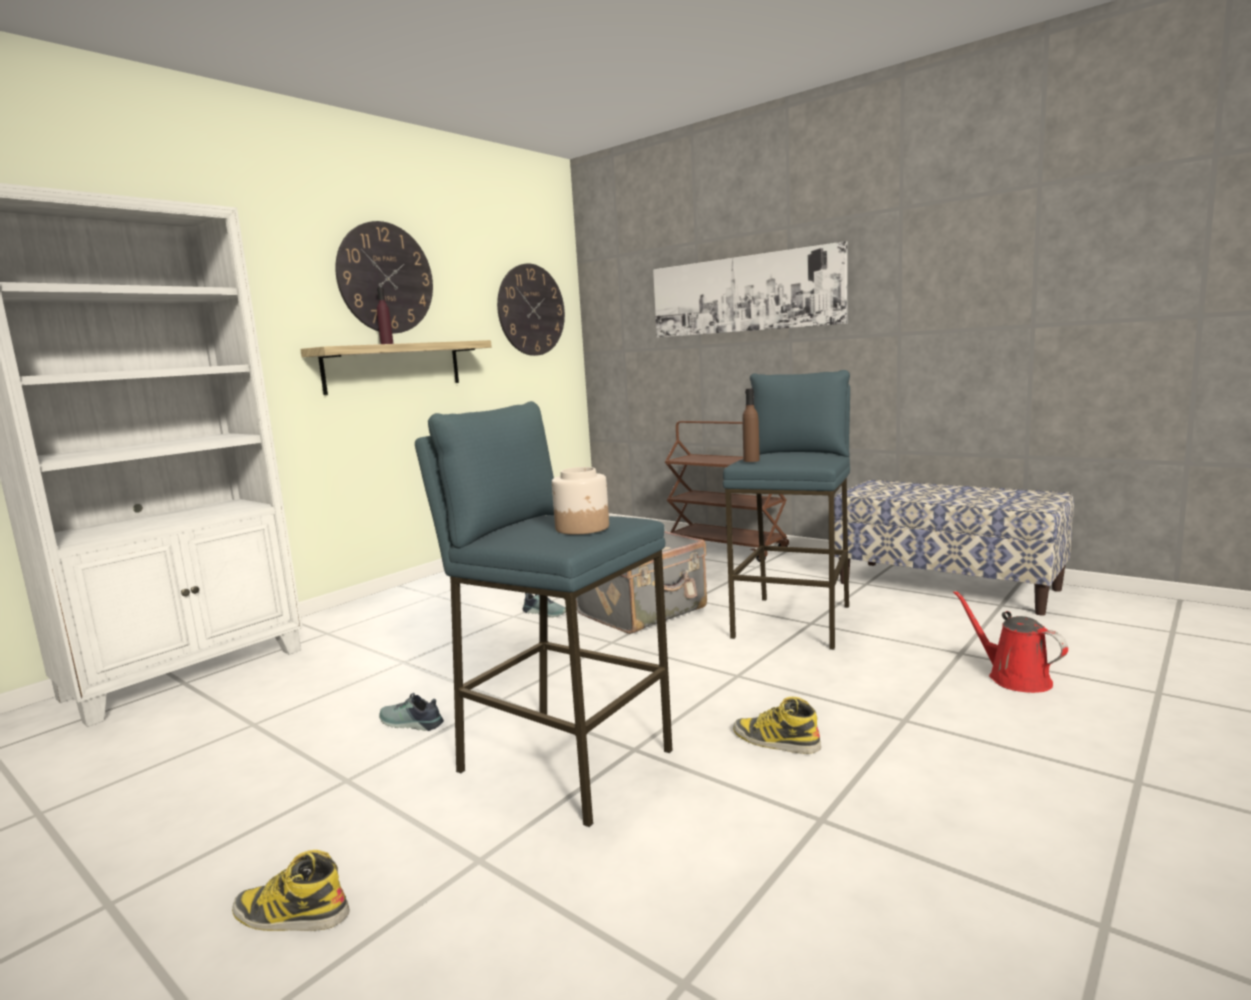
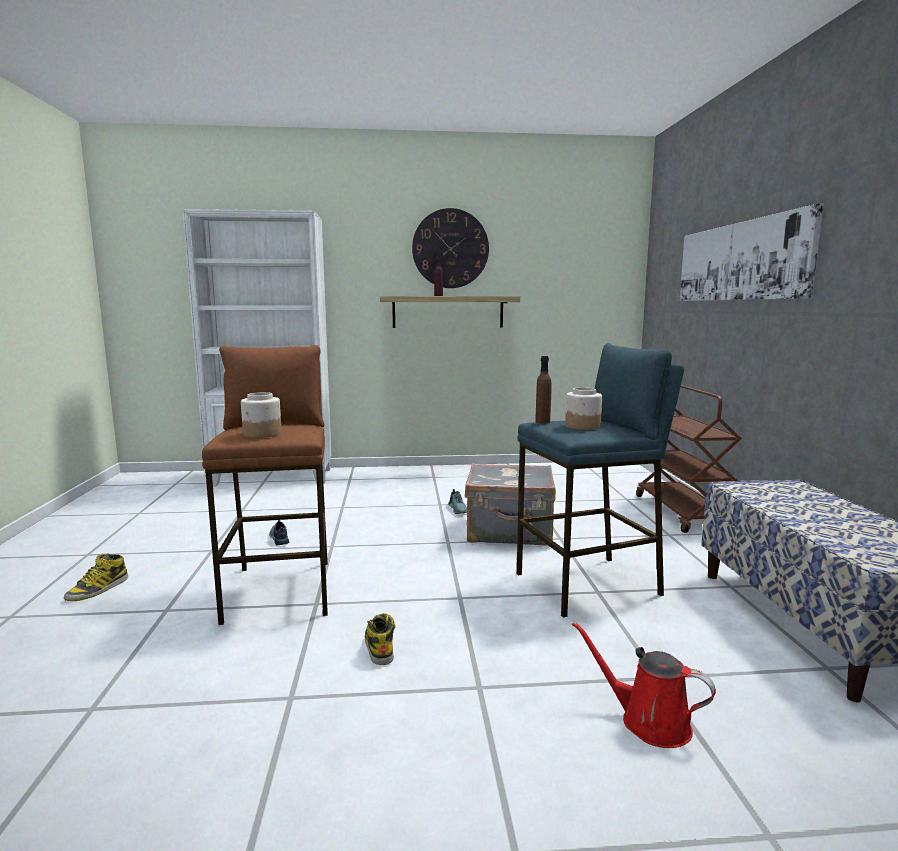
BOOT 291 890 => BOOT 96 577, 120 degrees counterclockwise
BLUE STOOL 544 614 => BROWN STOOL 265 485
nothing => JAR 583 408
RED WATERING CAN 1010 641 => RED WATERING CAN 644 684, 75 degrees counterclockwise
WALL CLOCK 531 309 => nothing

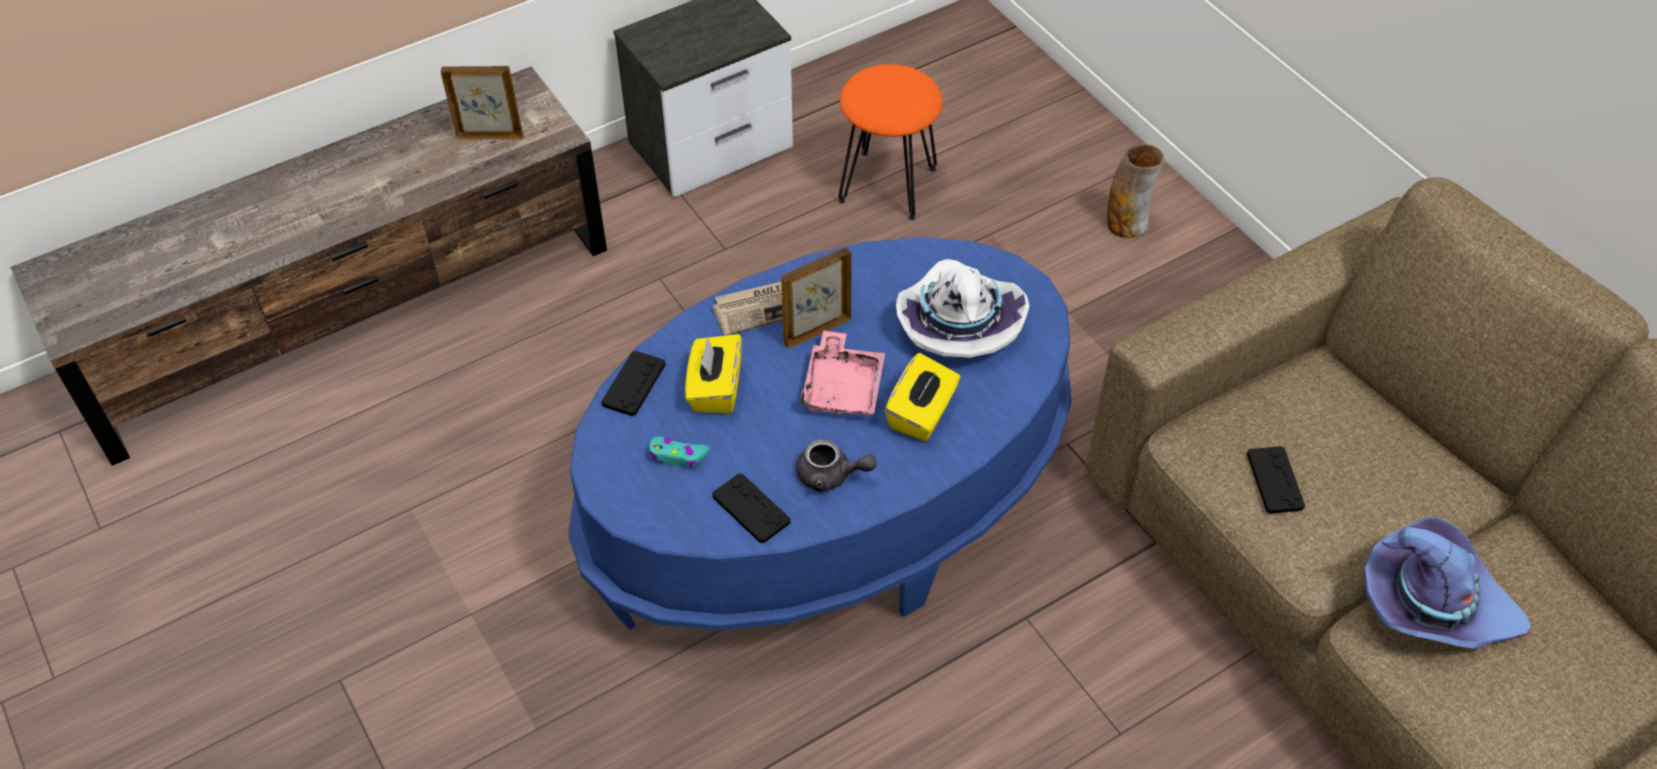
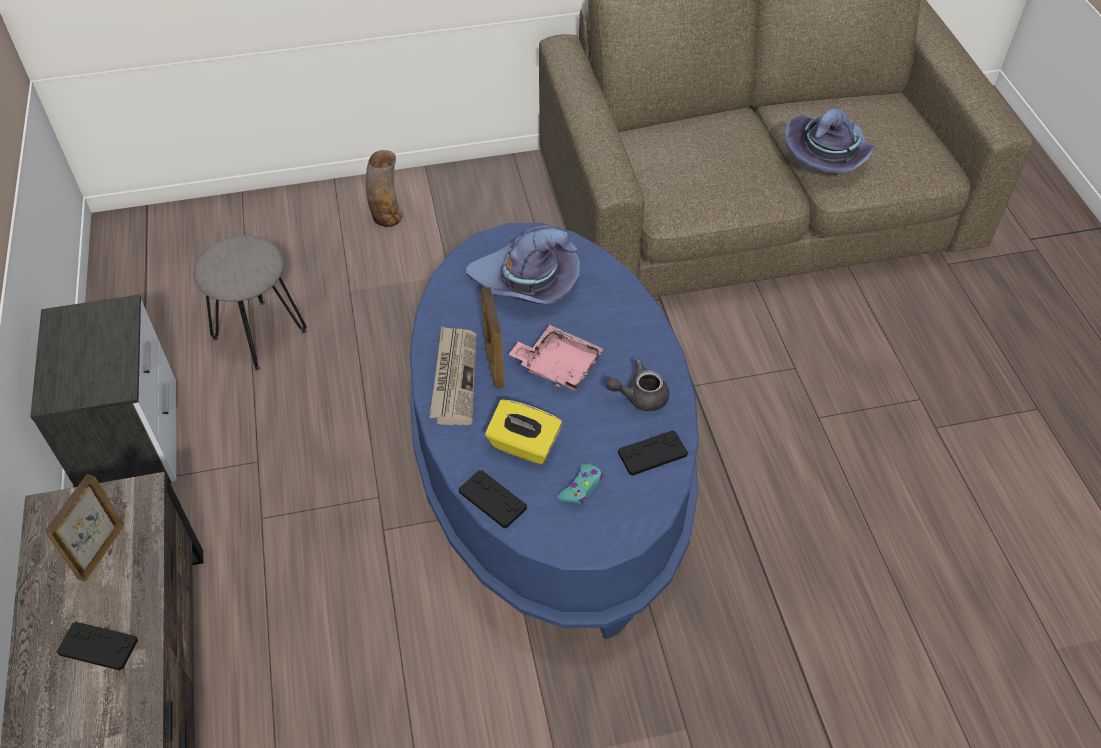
BLACK GAME CONTROLLER 1276 480 => BLACK GAME CONTROLLER 97 646, move
ORANGE STOOL 890 142 => GREY STOOL 250 303
WHITE HAT 963 308 => PURPLE HAT 523 265
GREY TEAPOT 836 466 => GREY TEAPOT 637 385, 135 degrees counterclockwise
YELLOW TISSUE BOX 922 397 => nothing

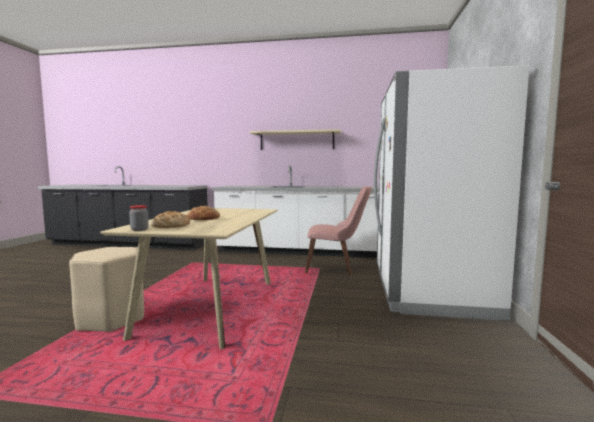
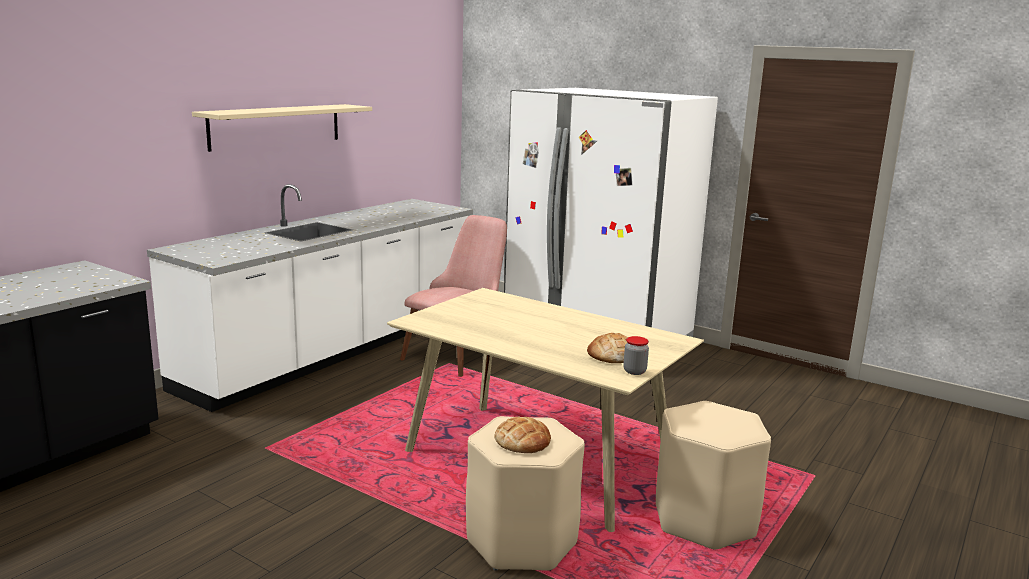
BREAD 203 213 => BREAD 522 435, move
nothing => BEIGE STOOL 713 475

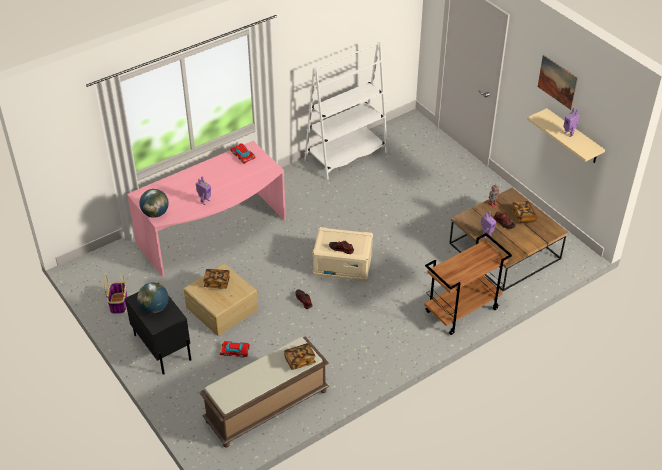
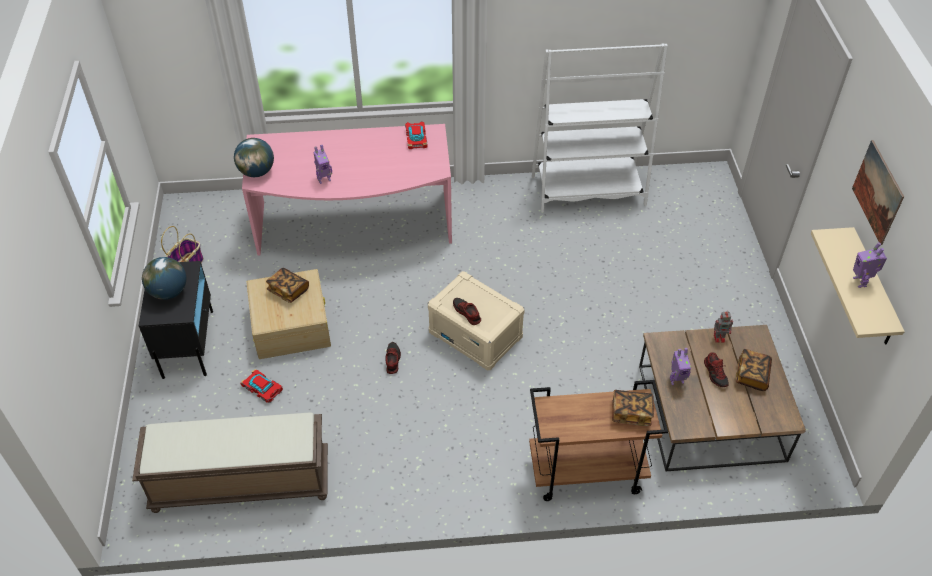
BOOK 300 356 => BOOK 633 408, move

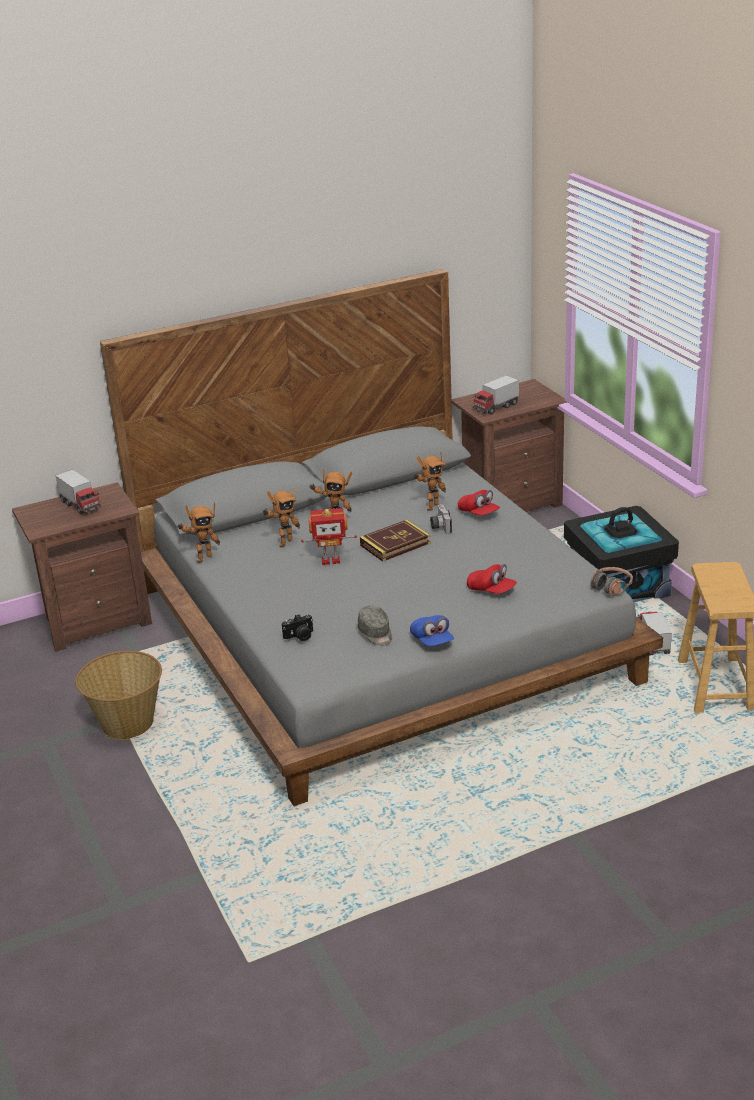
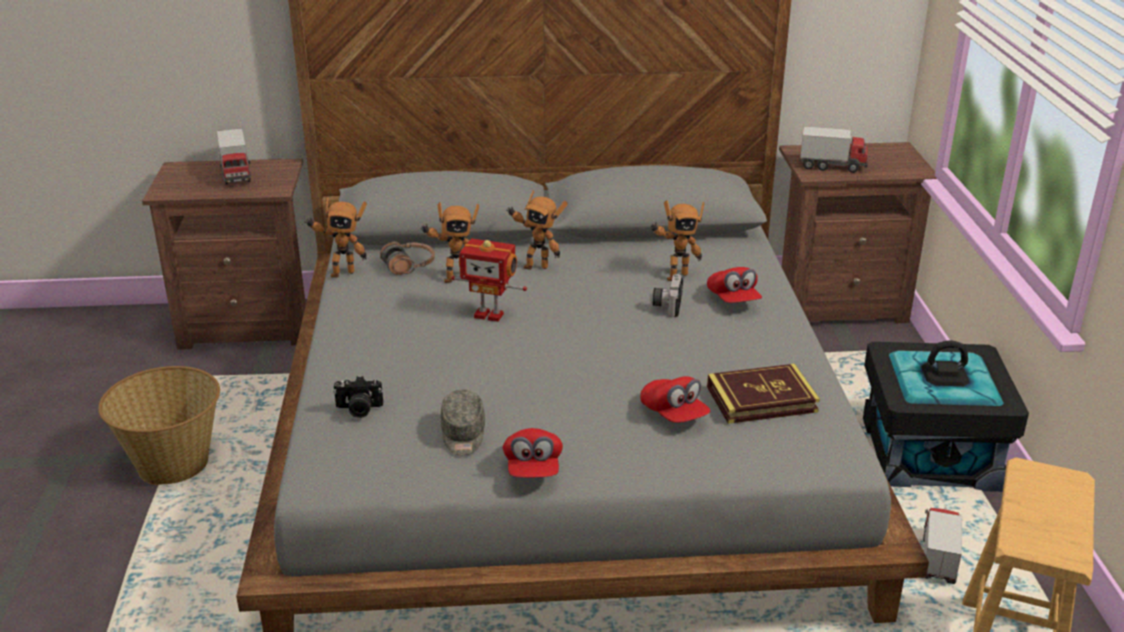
HEADPHONES 612 581 => HEADPHONES 407 258, move
BLUE CAP 432 630 => RED CAP 533 453
BOOK 395 541 => BOOK 763 394, move
TOY TRUCK 496 395 => TOY TRUCK 834 149, 150 degrees counterclockwise

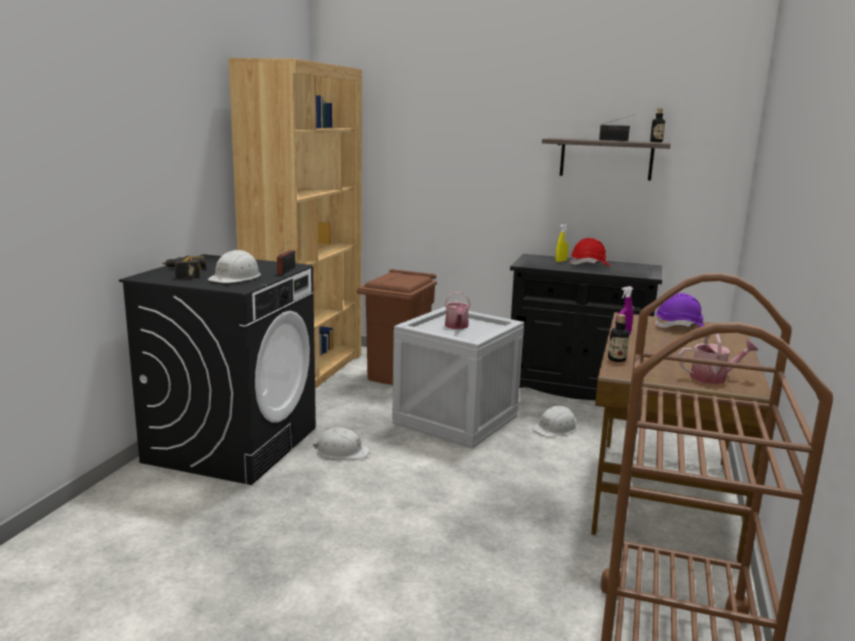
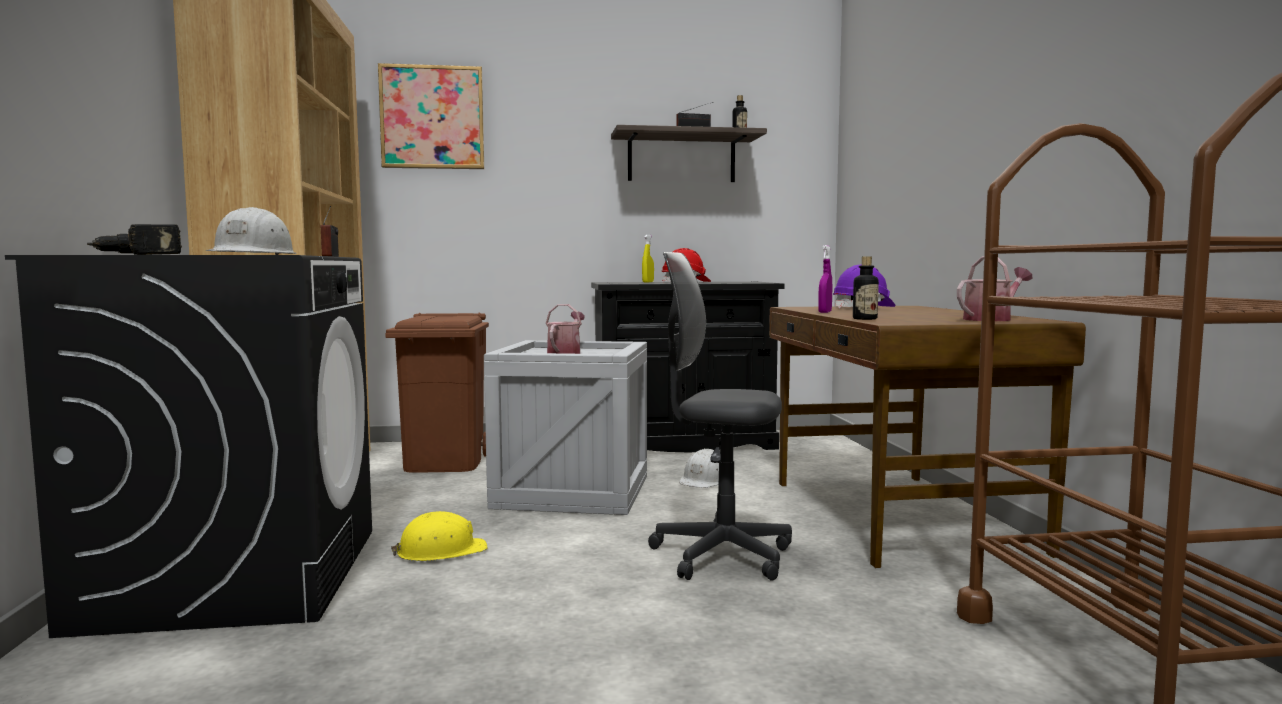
nothing => PICTURE 431 116
WHITE HARD HAT 341 443 => YELLOW HARD HAT 439 536
WATERING CAN 457 310 => WATERING CAN 565 329, 135 degrees counterclockwise
nothing => GREY OFFICE CHAIR 720 416

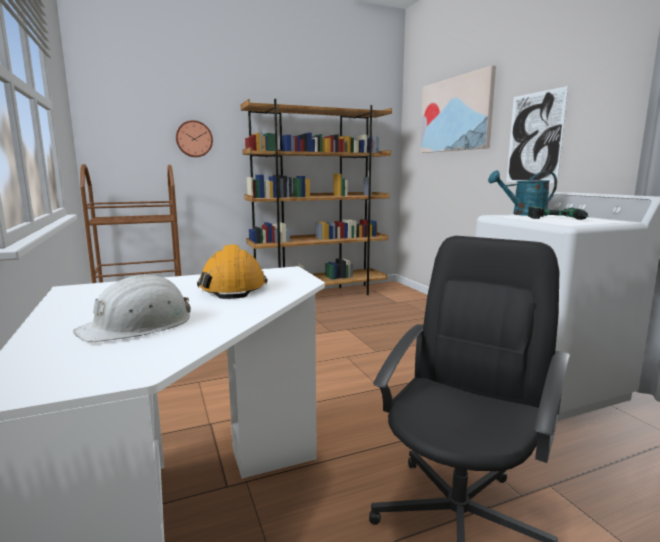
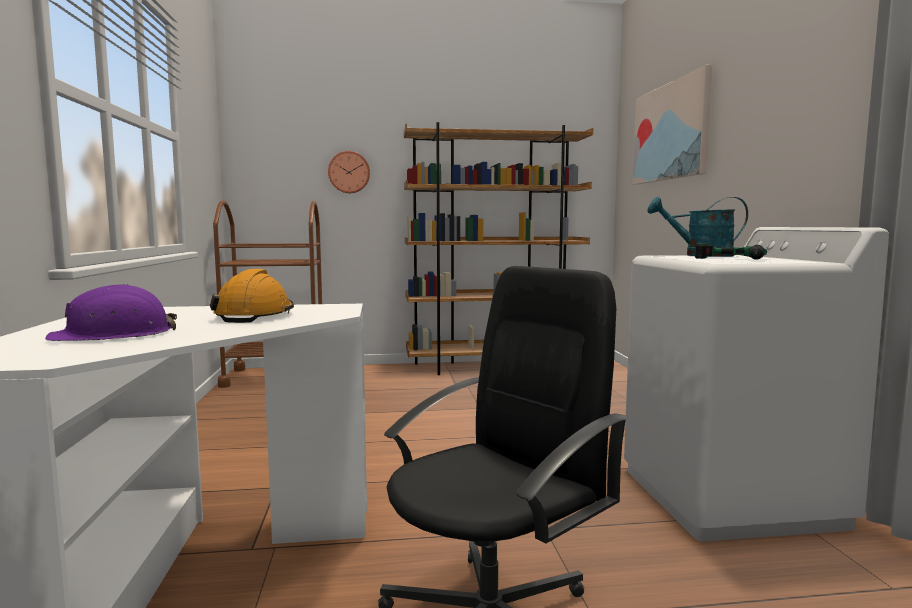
WHITE HARD HAT 132 308 => PURPLE HARD HAT 111 312
PICTURE 537 134 => nothing

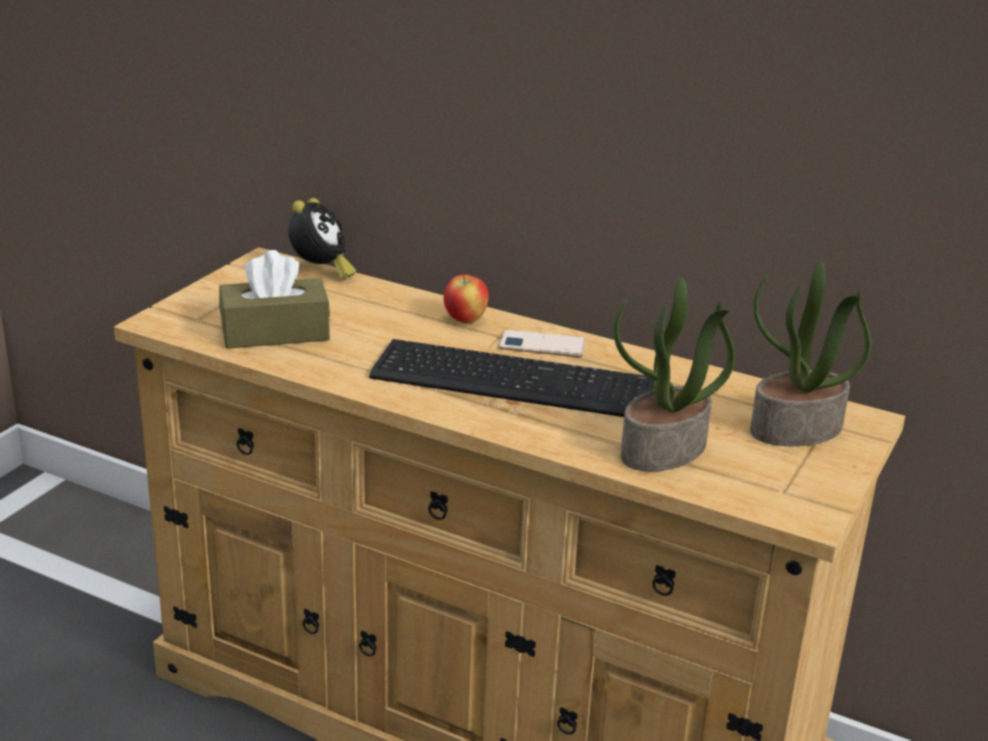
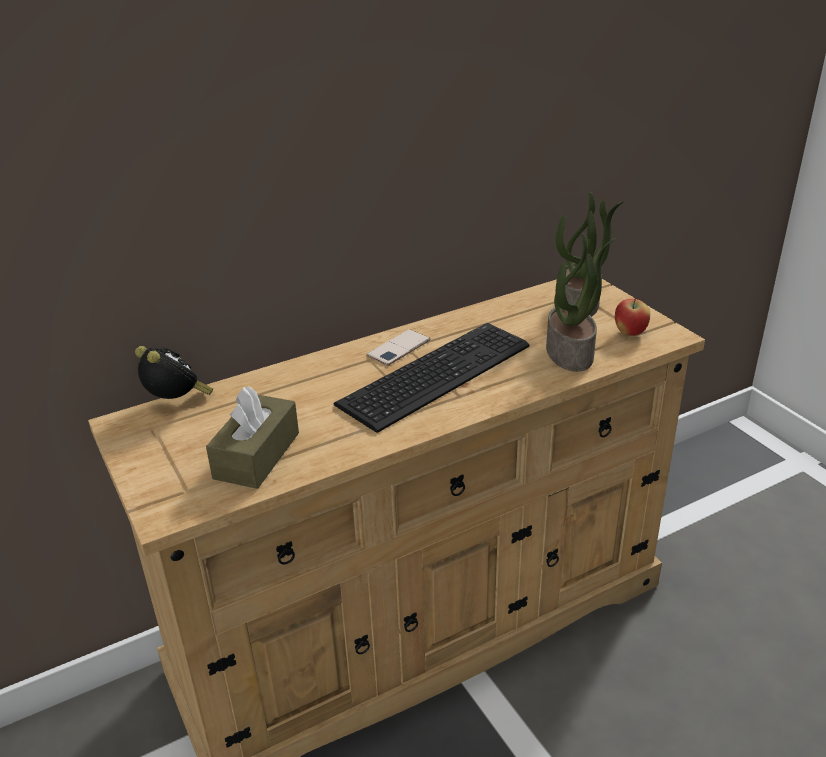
APPLE 466 297 => APPLE 632 317, move

